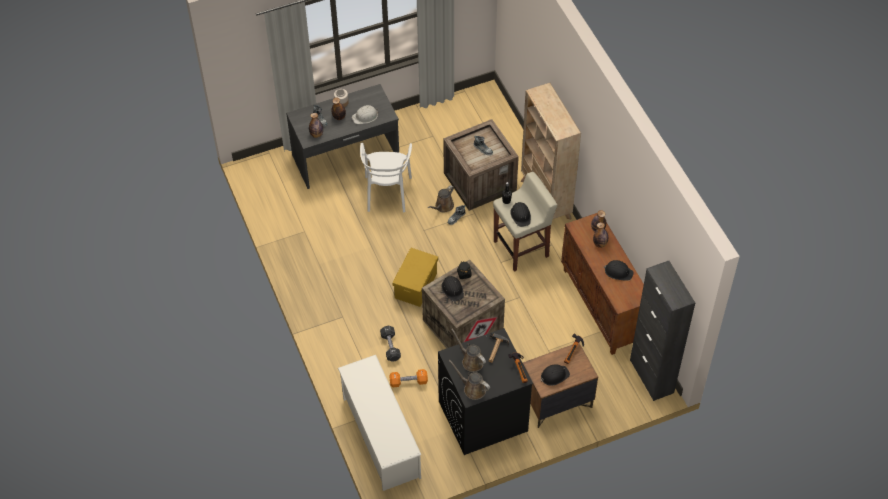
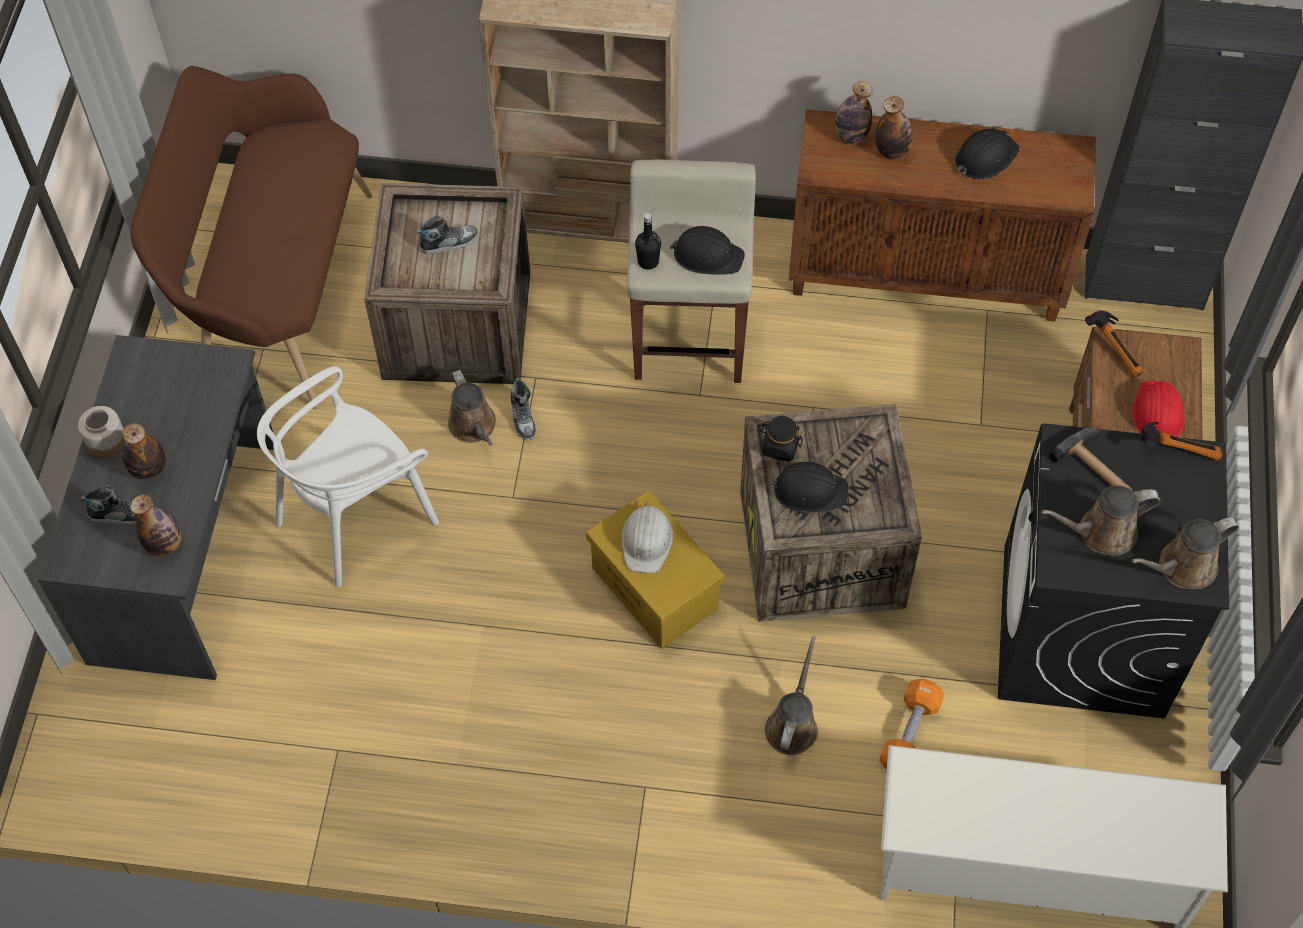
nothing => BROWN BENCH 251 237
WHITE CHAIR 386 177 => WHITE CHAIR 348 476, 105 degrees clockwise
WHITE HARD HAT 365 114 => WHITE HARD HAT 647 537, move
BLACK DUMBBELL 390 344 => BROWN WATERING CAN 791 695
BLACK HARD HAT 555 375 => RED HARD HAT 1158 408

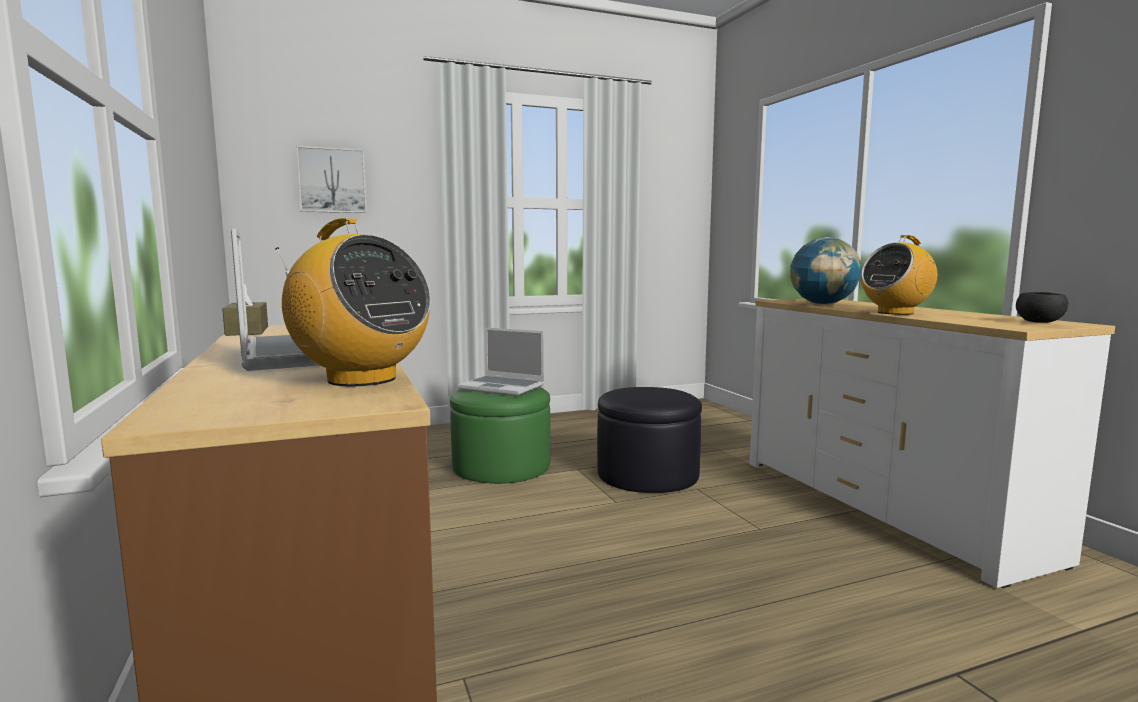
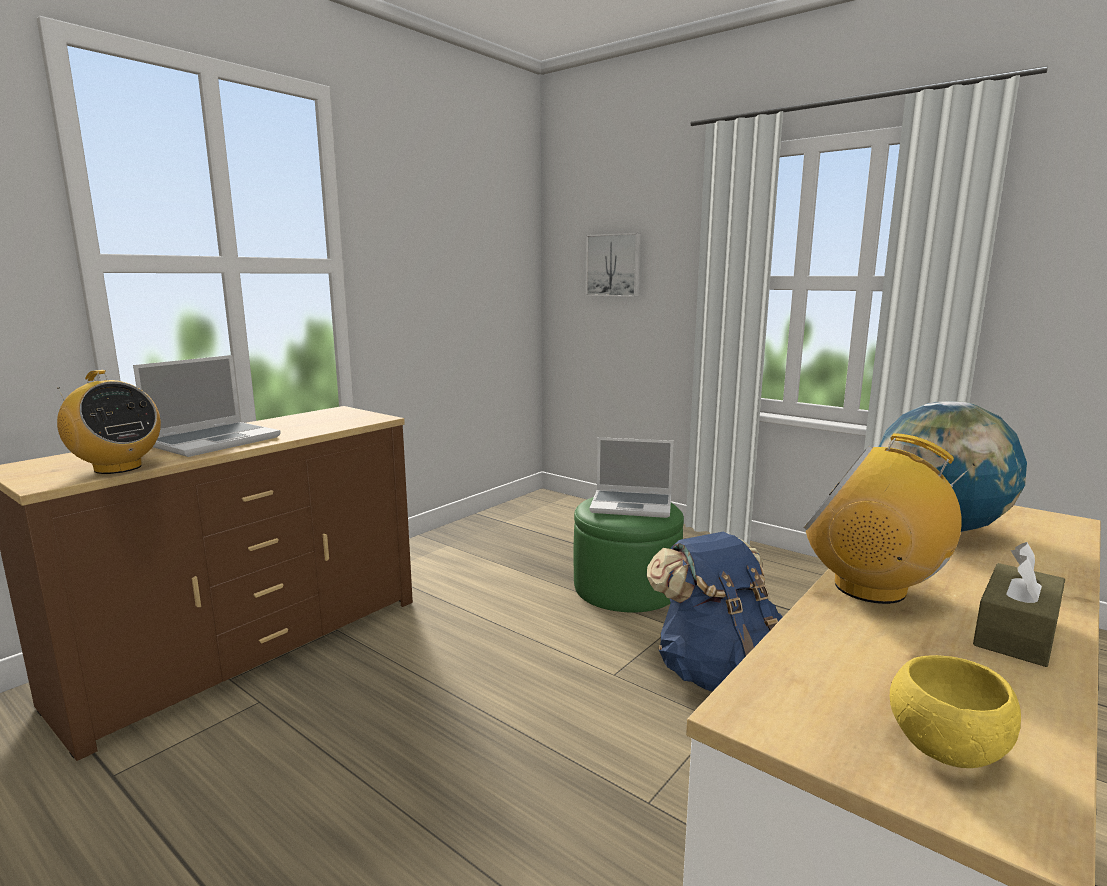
RADIO 352 302 => RADIO 109 422, 60 degrees counterclockwise
LAPTOP 501 361 => LAPTOP 632 477, 75 degrees counterclockwise
BLACK OTTOMAN 649 440 => BLUE BACKPACK 715 611
BLACK BOWL 1042 307 => YELLOW BOWL 955 711
BROWN TISSUE BOX 245 309 => BROWN TISSUE BOX 1019 604, move

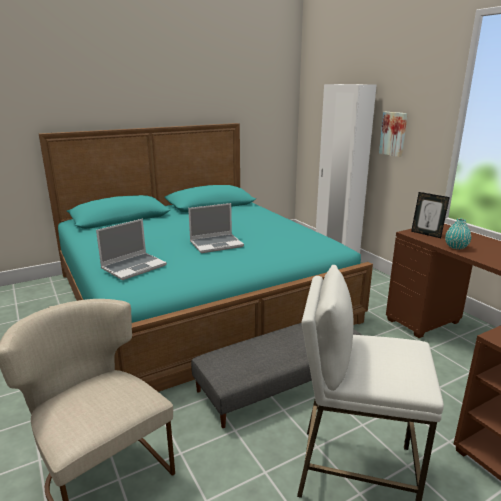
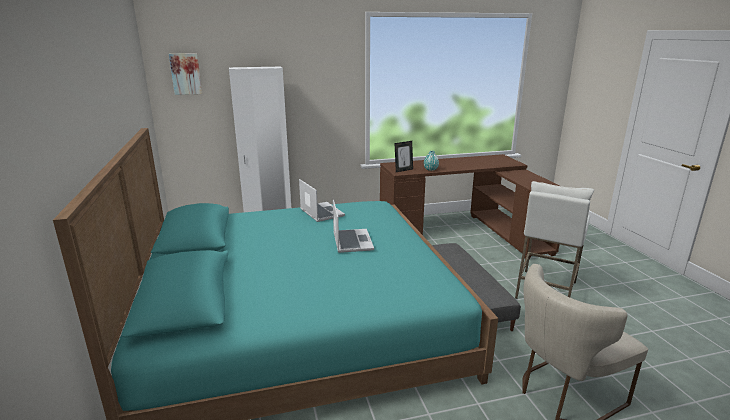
PICTURE 393 134 => PICTURE 185 74, move
LAPTOP 131 249 => LAPTOP 322 200, move

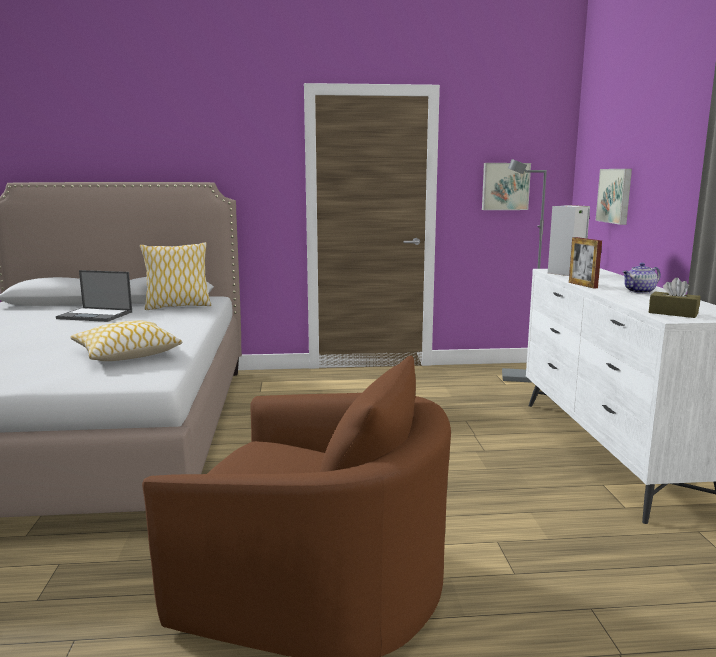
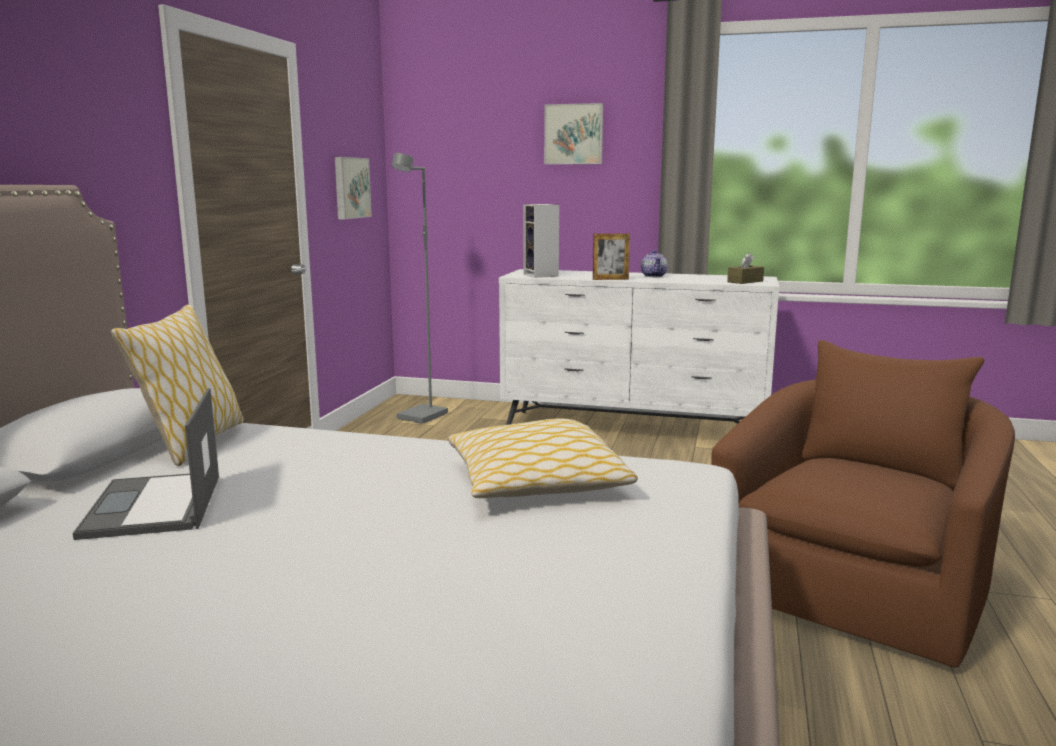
LAPTOP 94 296 => LAPTOP 146 464, 135 degrees clockwise
PICTURE 613 197 => PICTURE 573 133, move

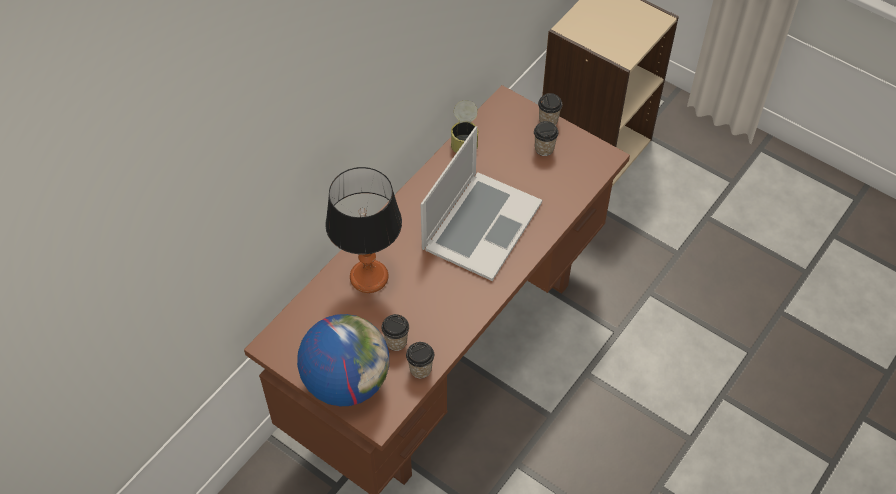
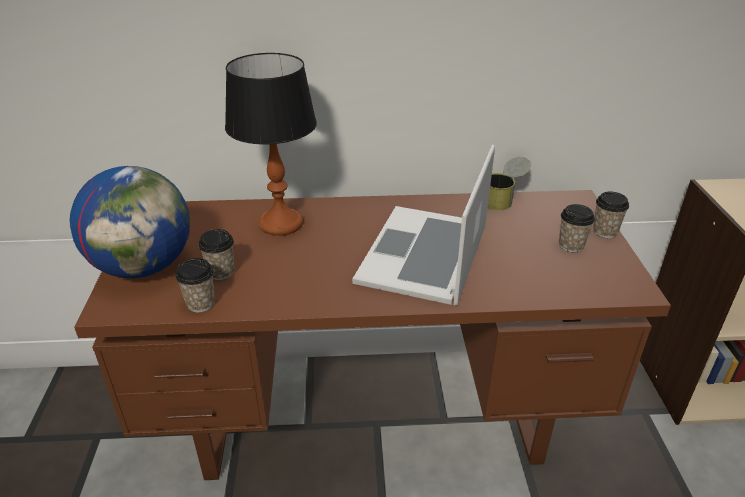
LAPTOP 481 203 => LAPTOP 423 225, 120 degrees clockwise

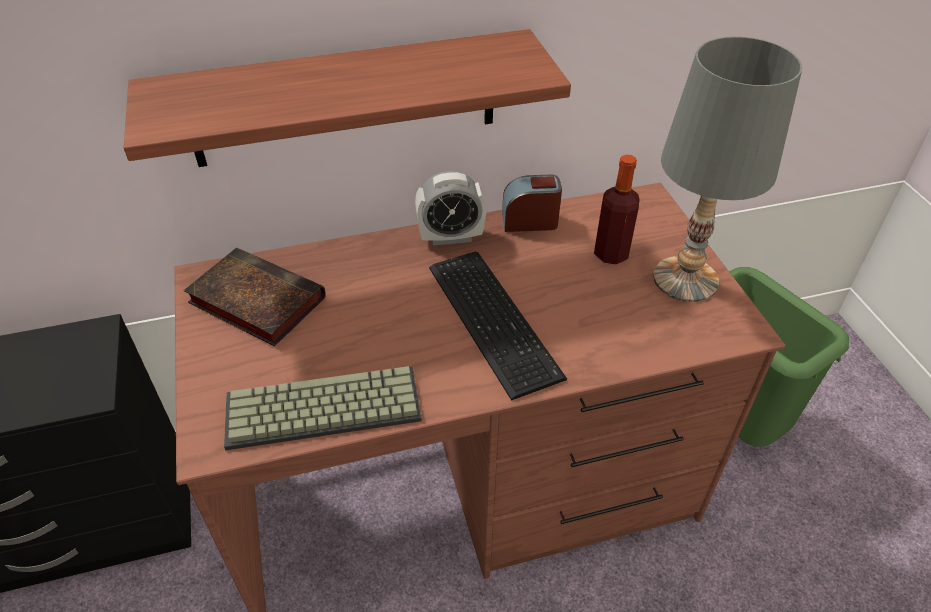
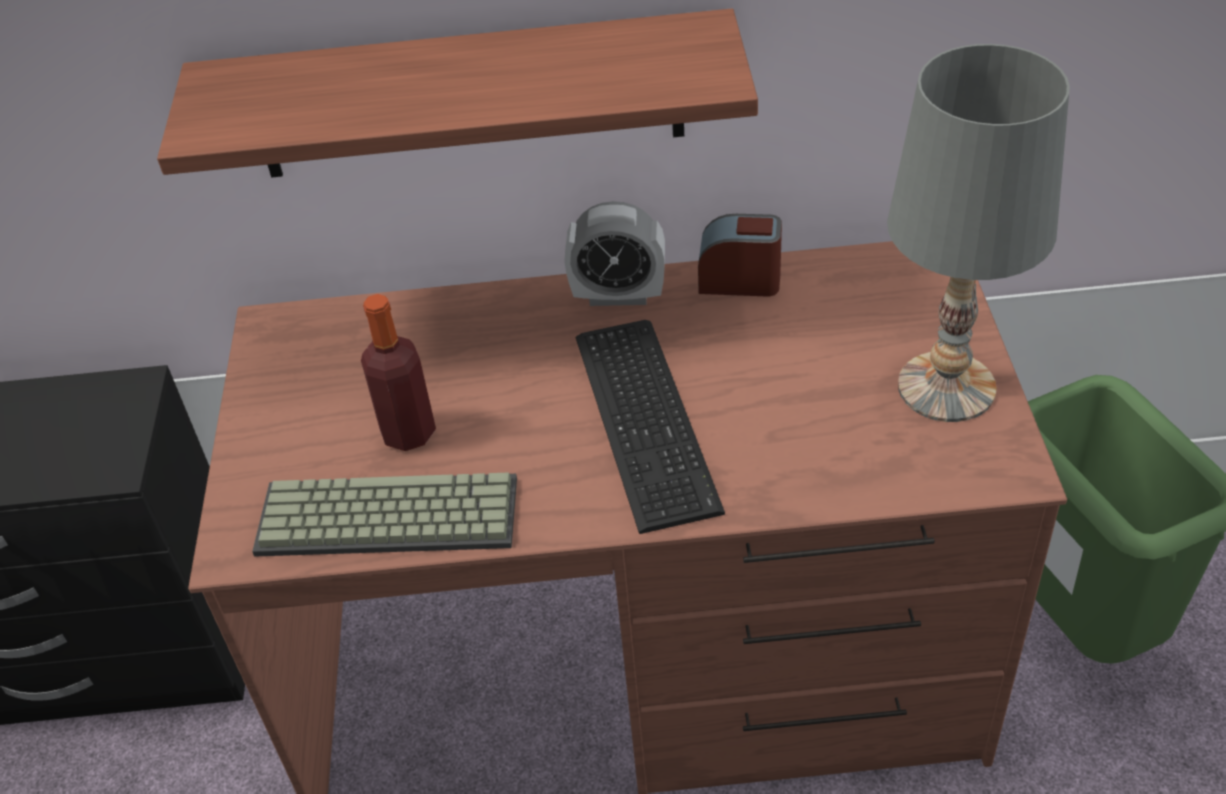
BOTTLE 617 209 => BOTTLE 398 372, move
BOOK 254 296 => nothing

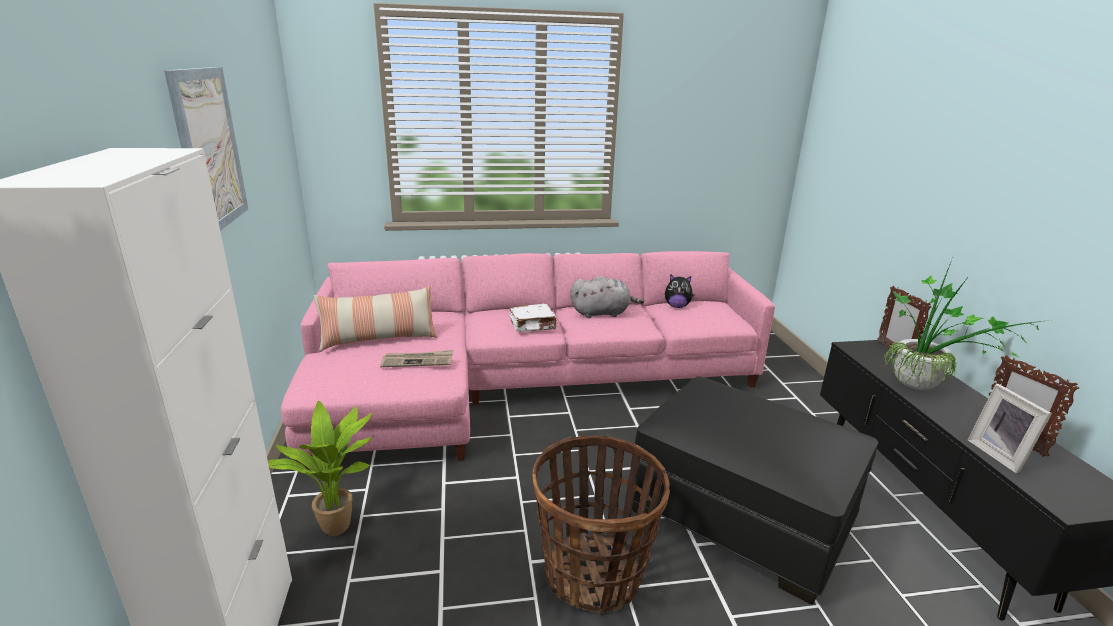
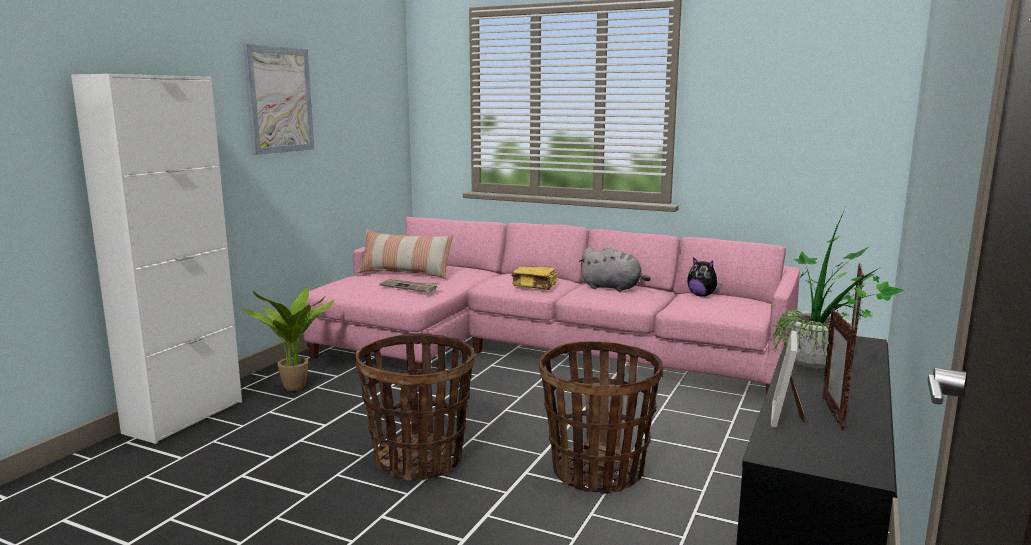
WHITE BOOK 533 317 => YELLOW BOOK 534 278
BLACK OTTOMAN 755 490 => BASKET 601 417

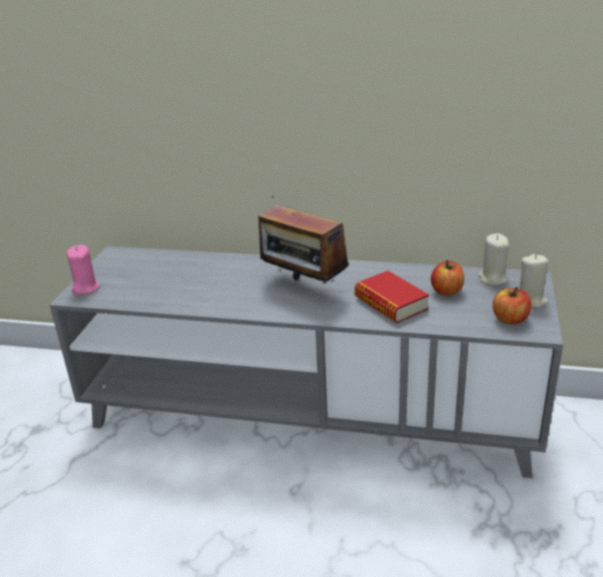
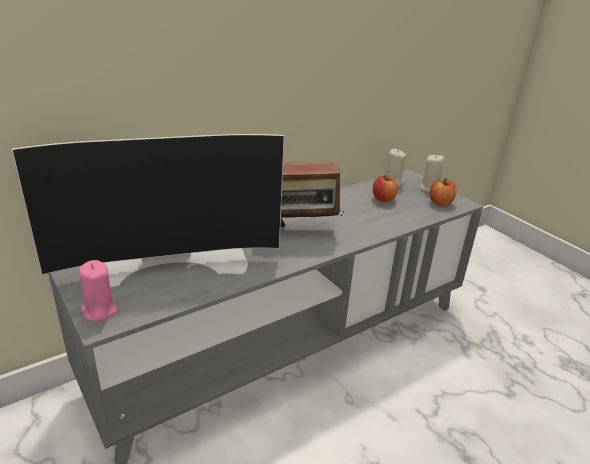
nothing => TELEVISION 148 211
BOOK 392 297 => nothing

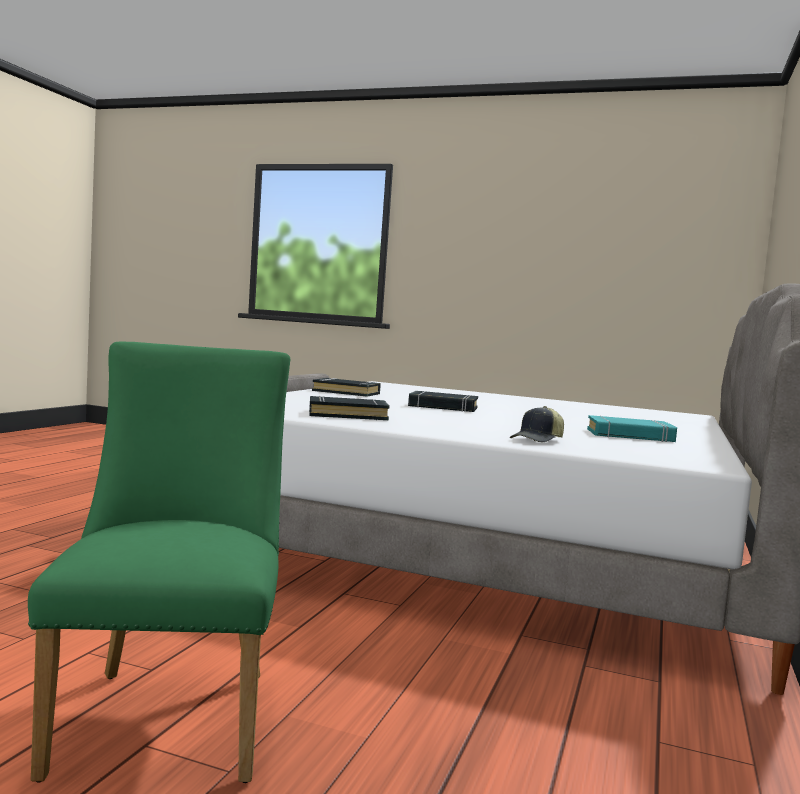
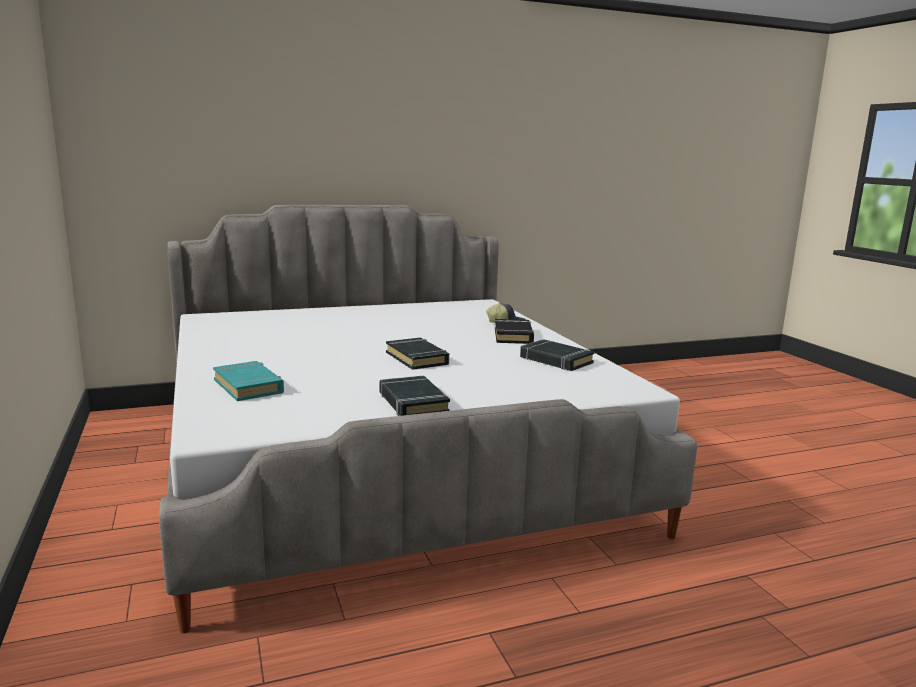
TURQUOISE BOOK 632 428 => TURQUOISE BOOK 248 381, move
nothing => BLACK BOOK 514 331
GREEN CHAIR 159 562 => nothing

